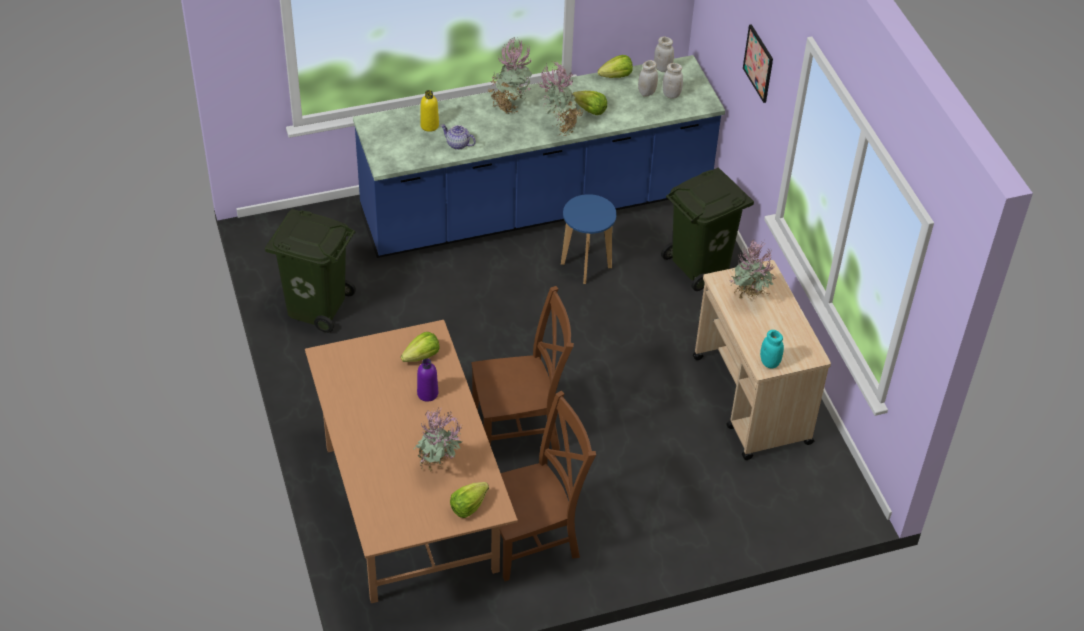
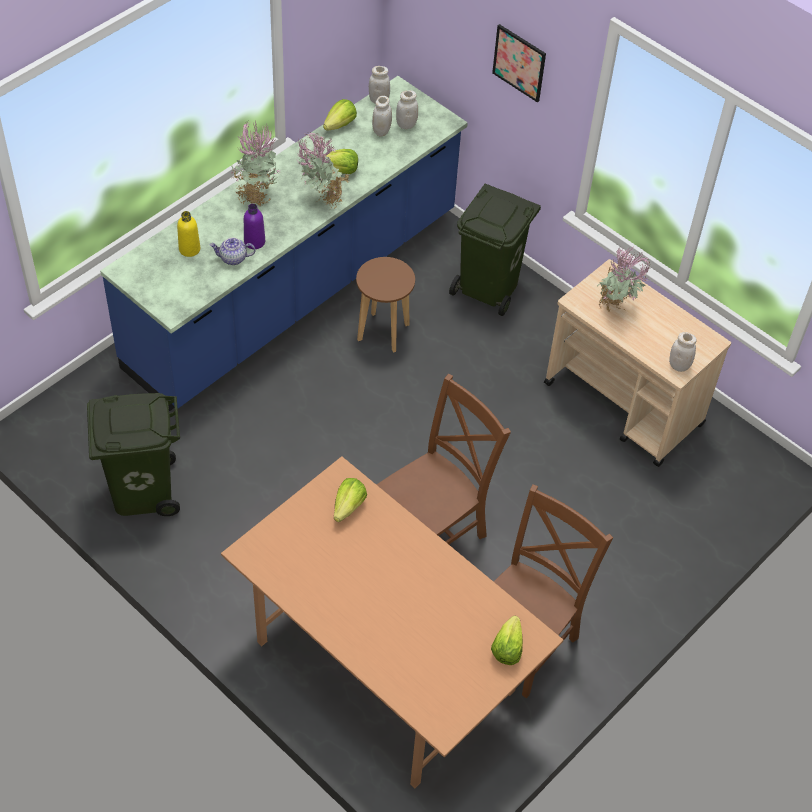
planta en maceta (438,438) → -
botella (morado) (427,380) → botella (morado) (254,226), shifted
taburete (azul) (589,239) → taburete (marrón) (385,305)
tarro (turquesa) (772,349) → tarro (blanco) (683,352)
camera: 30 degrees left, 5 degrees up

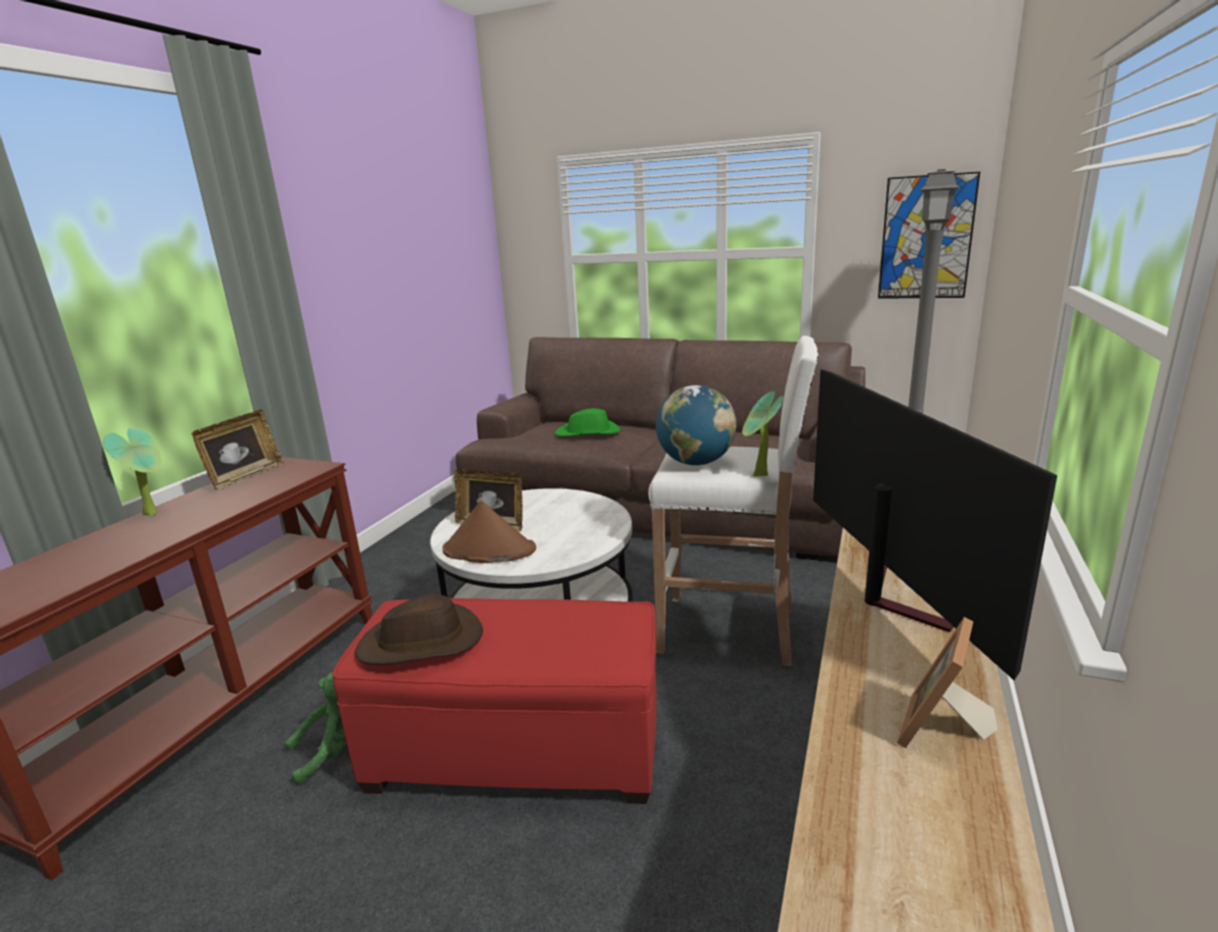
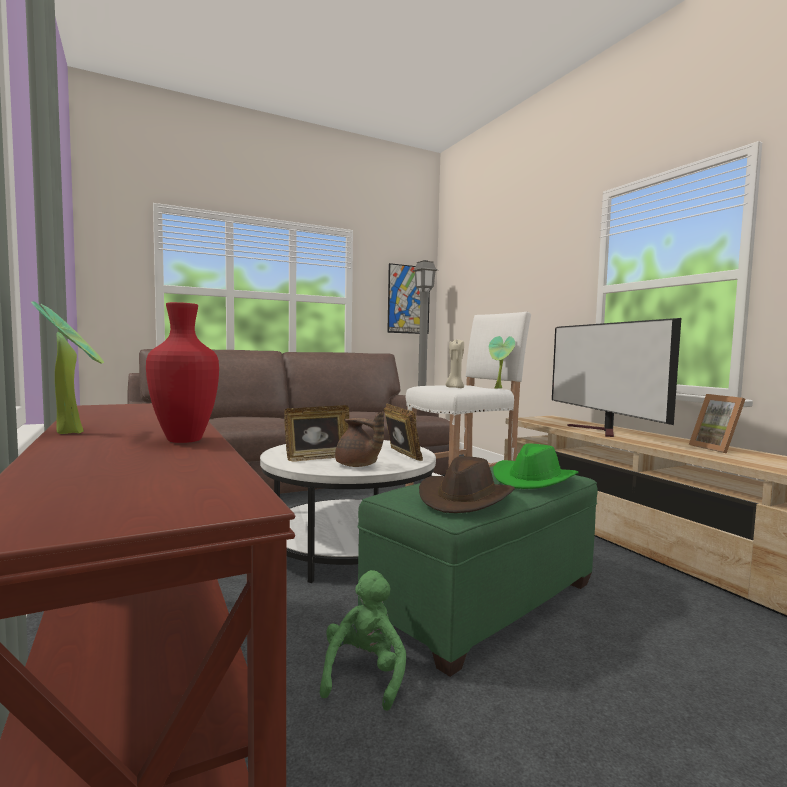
portarretratos (238,450) → portarretratos (403,432), shifted
puf (rojo) (494,701) → puf (verde) (477,571)
sombrero (marrón) (489,532) → tetera (marrón) (359,439)
sombrero (verde) (587,422) → sombrero (verde) (536,466), shifted
globo terráqueo (696,425) → vela (beis) (454,364)
televisor (935,524) → televisor (616,377), 135 degrees counterclockwise
- → florero (rojo) (182,372)
camera: 50 degrees left, 15 degrees down

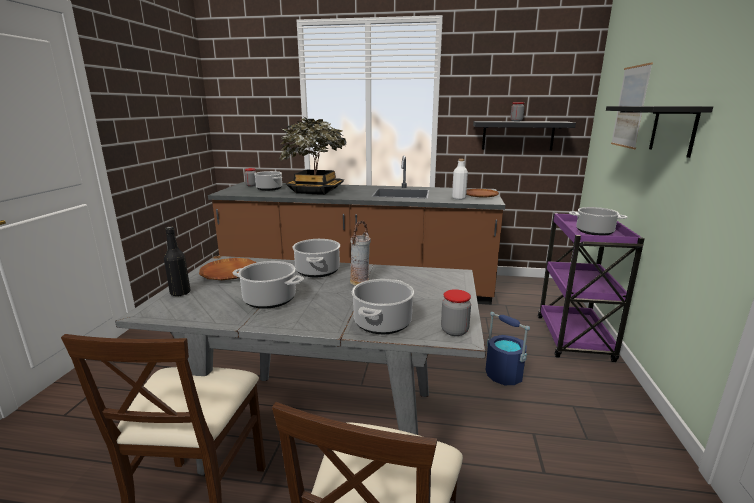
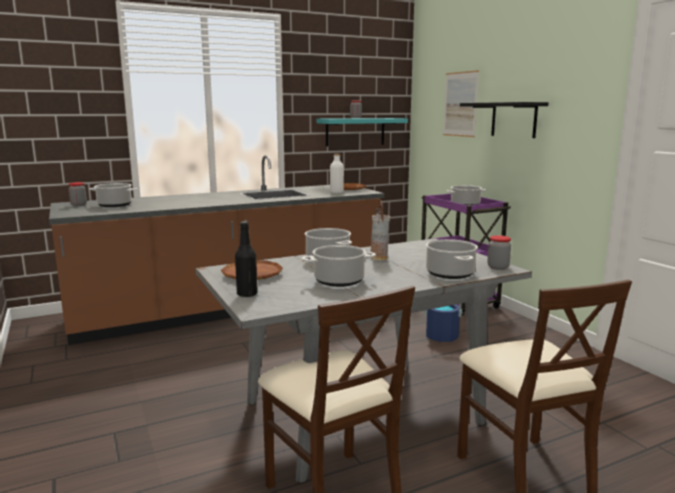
planta en maceta (313,155) → -
estante (negro) (524,136) → estante (turquesa) (362,132)
camera: 35 degrees left, 5 degrees down

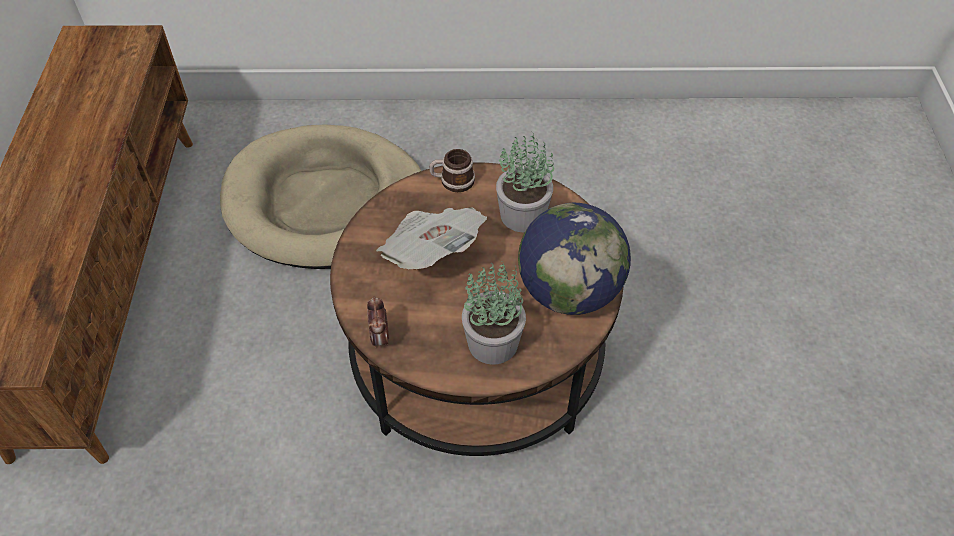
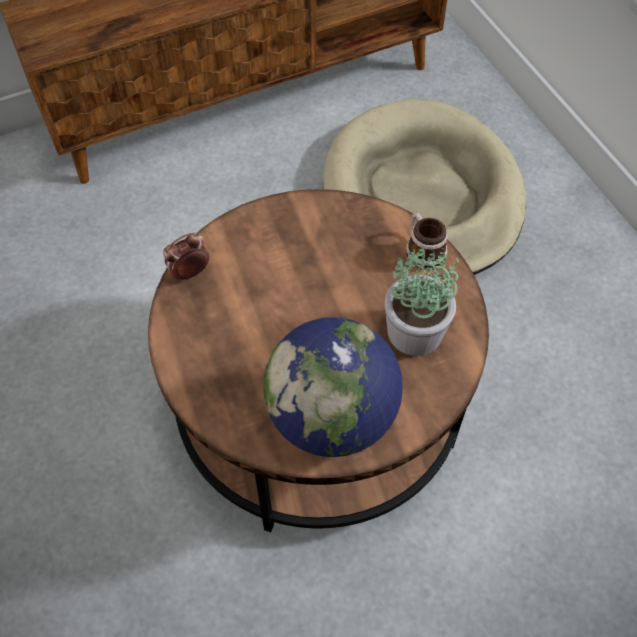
periódico (431,238) → -
planta en maceta (494,313) → -
camera: 65 degrees right, 5 degrees up

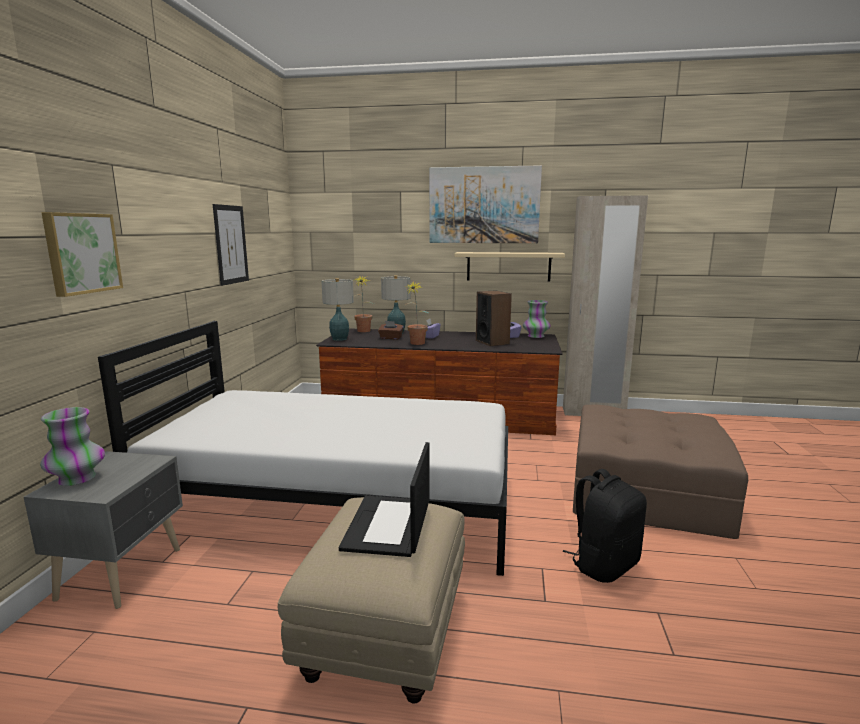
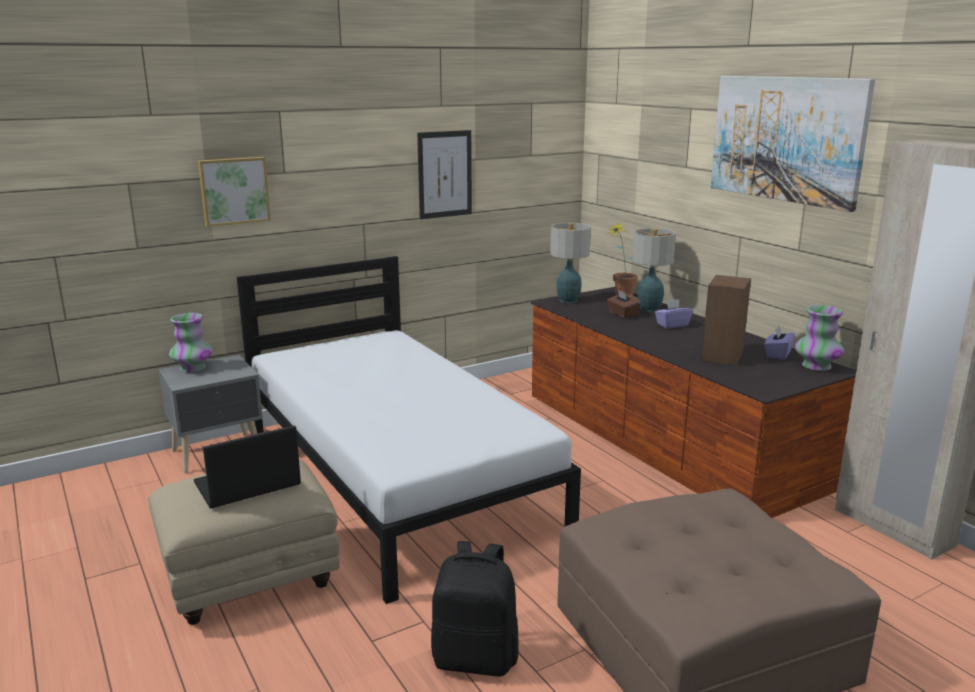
planta en maceta (416,313) → -
estante (beis) (510,267) → -
camera: 50 degrees right, 5 degrees up

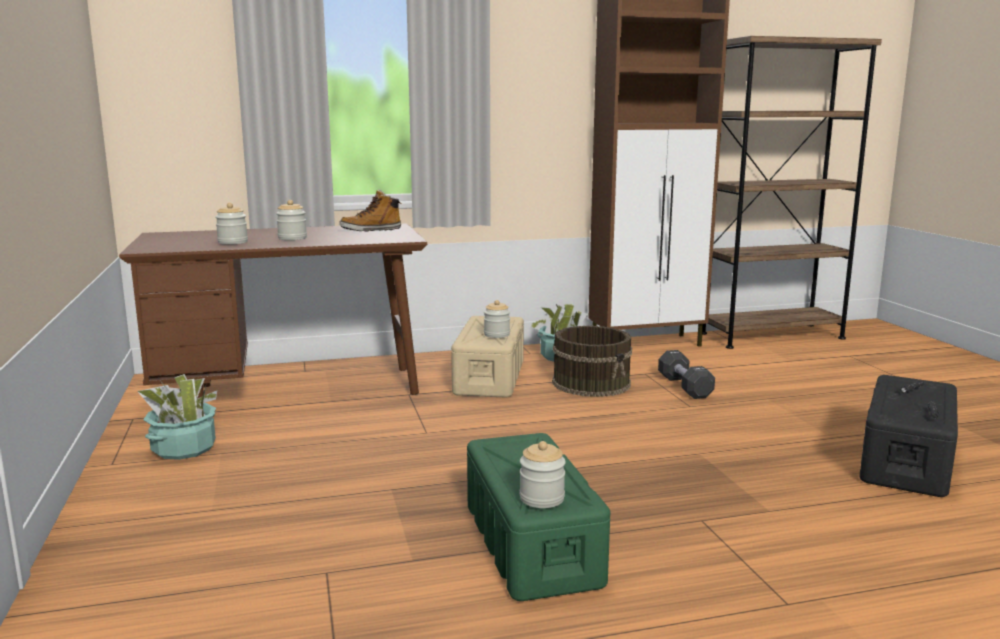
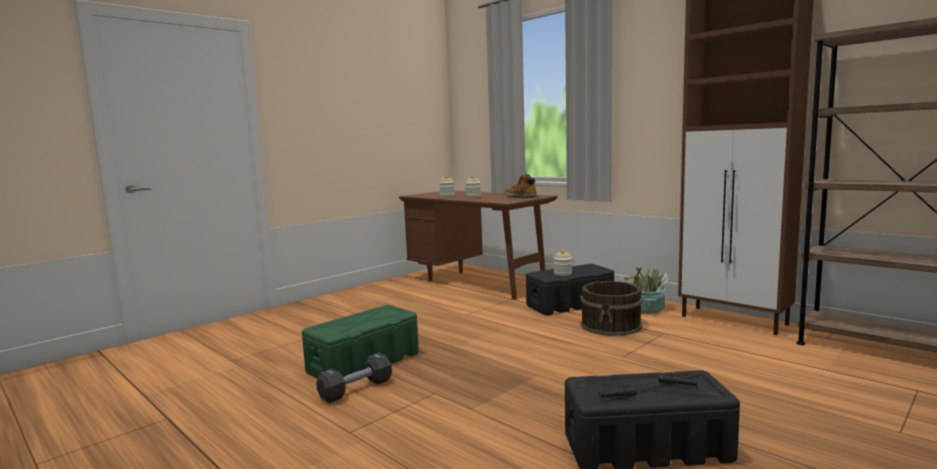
planta en maceta (177,417) → -
caja de almacenaje (beis) (487,357) → caja de almacenaje (negro) (570,289)
tarro (543,474) → -
mancuerna (negro) (686,374) → mancuerna (negro) (354,378), shifted
camera: 60 degrees right, 5 degrees down

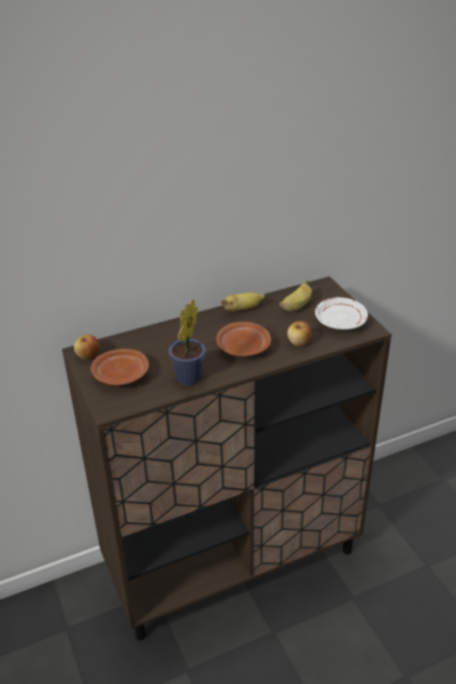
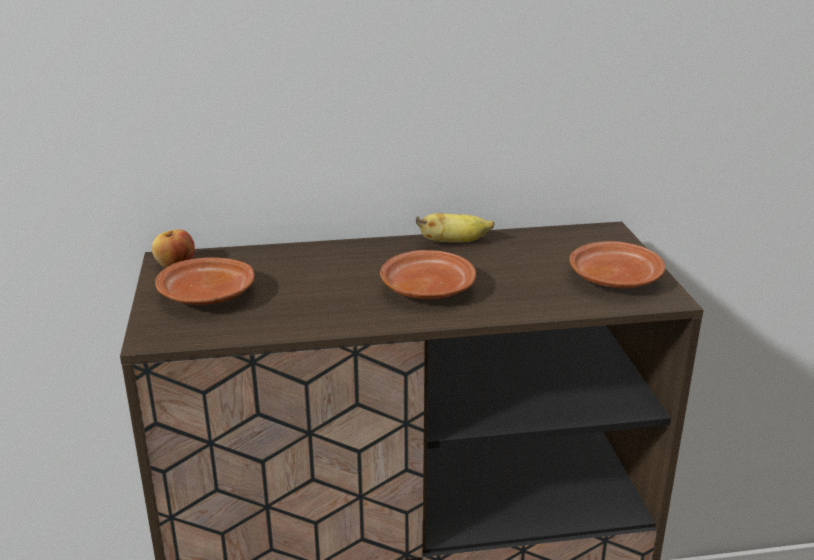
planta en maceta (187,342) → -
plátano (296,295) → -
manzana (299,333) → -
plato (blanco) (341,313) → plato (marrón) (617,265)
camera: 15 degrees right, 10 degrees down

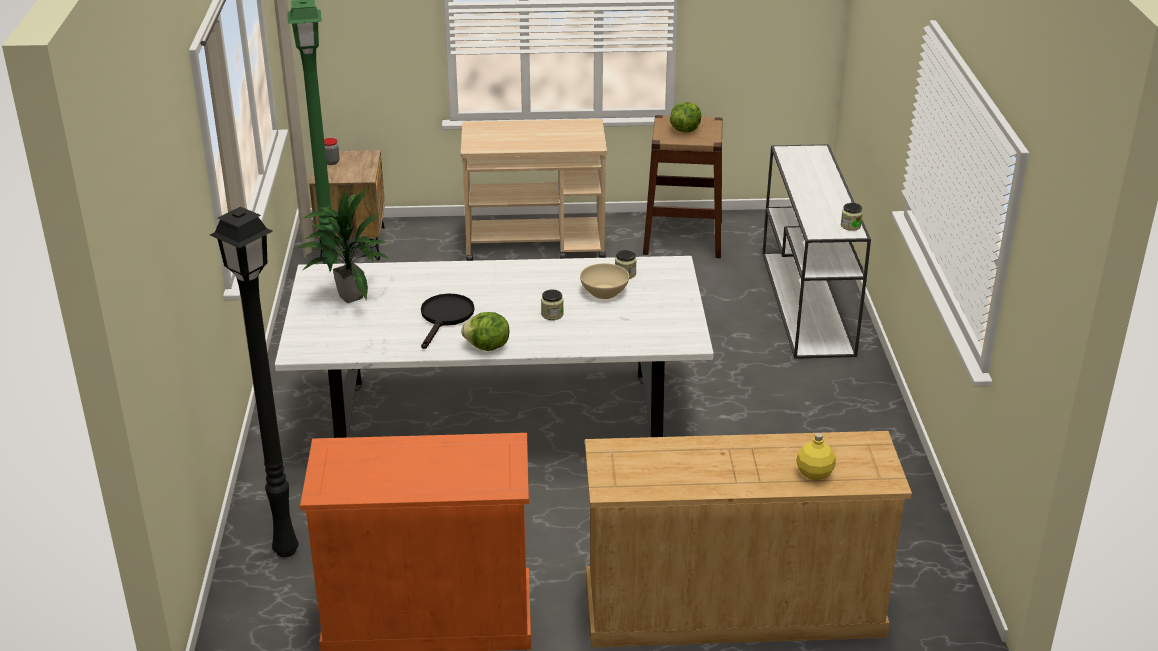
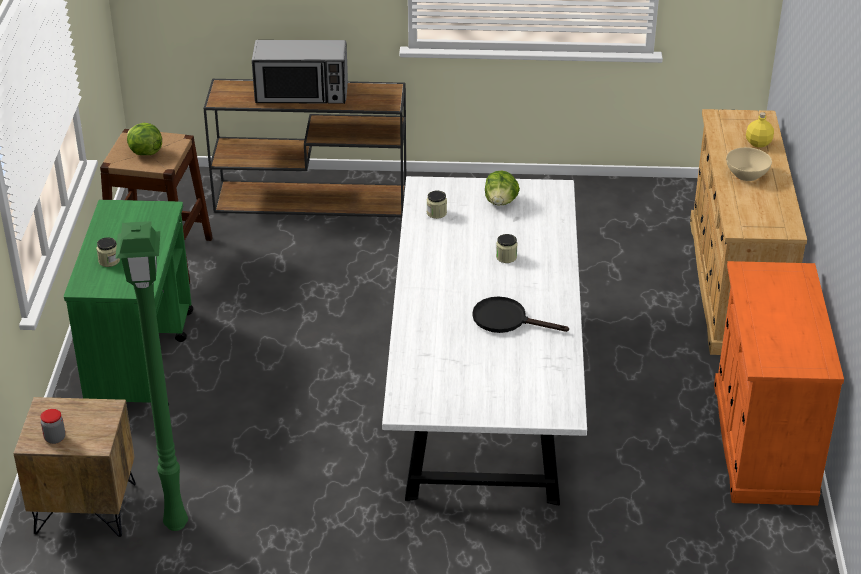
lámpara de pie (negro) (254,382) → -
planta en maceta (341,245) → -
carrito (beis) (534,190) → carrito (verde) (128,302)
lechuga (485,331) → lechuga (502,188), shifted
cuenco (beis) (604,281) → cuenco (beis) (749,164), shifted
mesa consola (blanco) (817,251) → mesa consola (marrón) (305,148)
tarro (852,217) → tarro (108,252), shifted
- → microondas (300,72)
camera: 85 degrees left, 5 degrees up

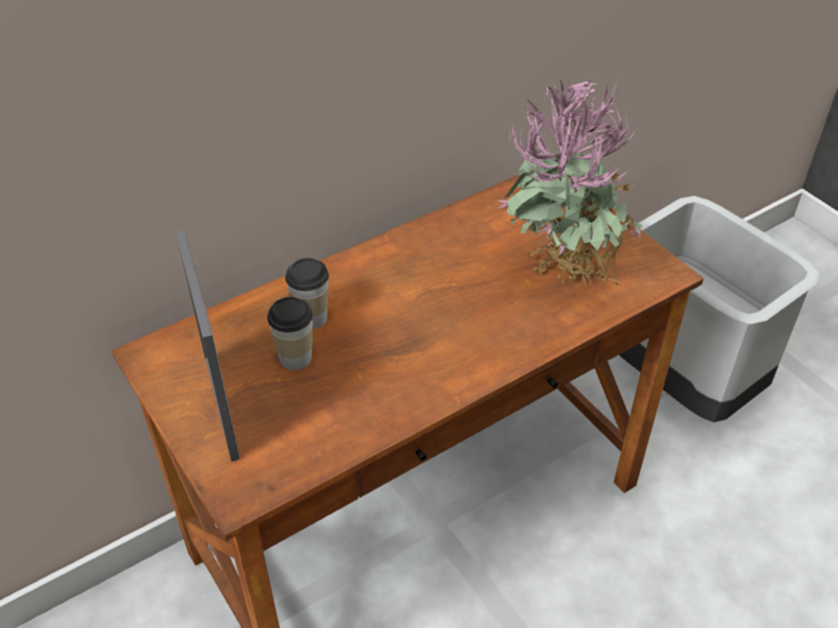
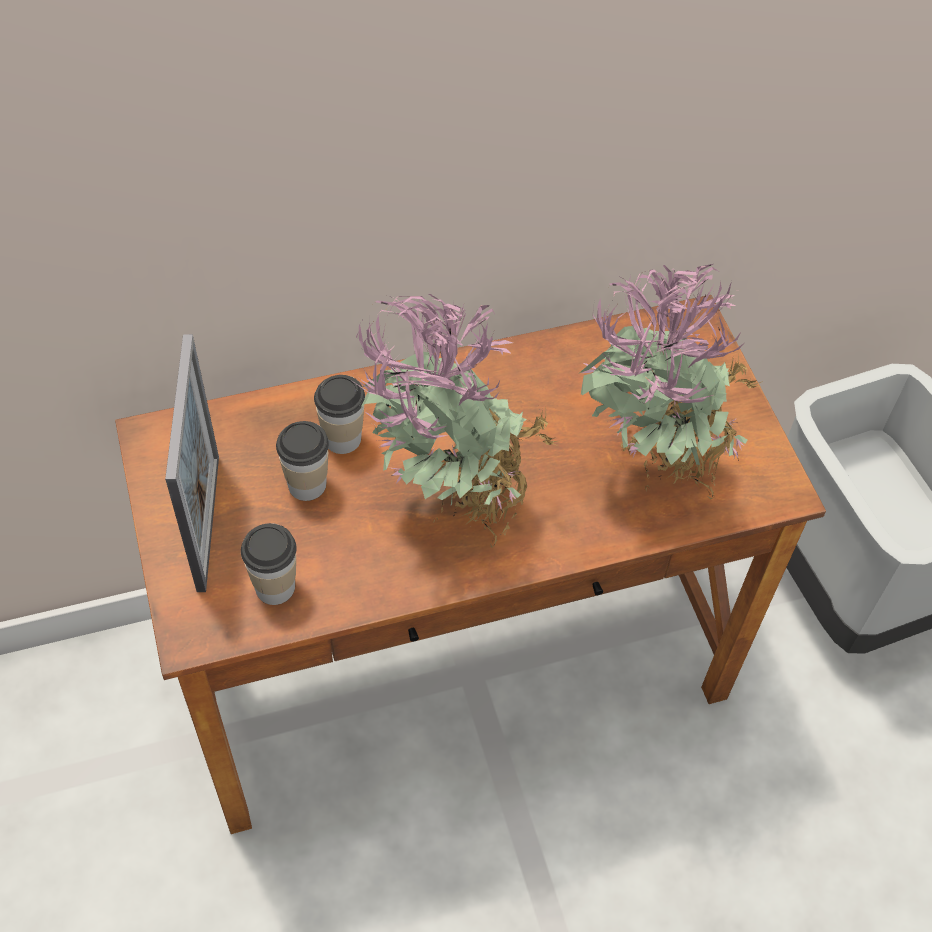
- → taza (269,564)
- → planta en maceta (456,420)
camera: 15 degrees right, 10 degrees up

